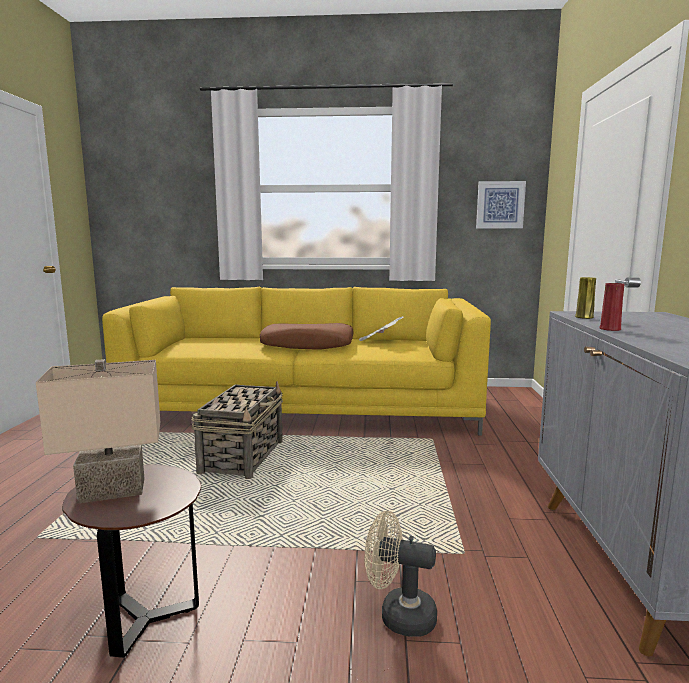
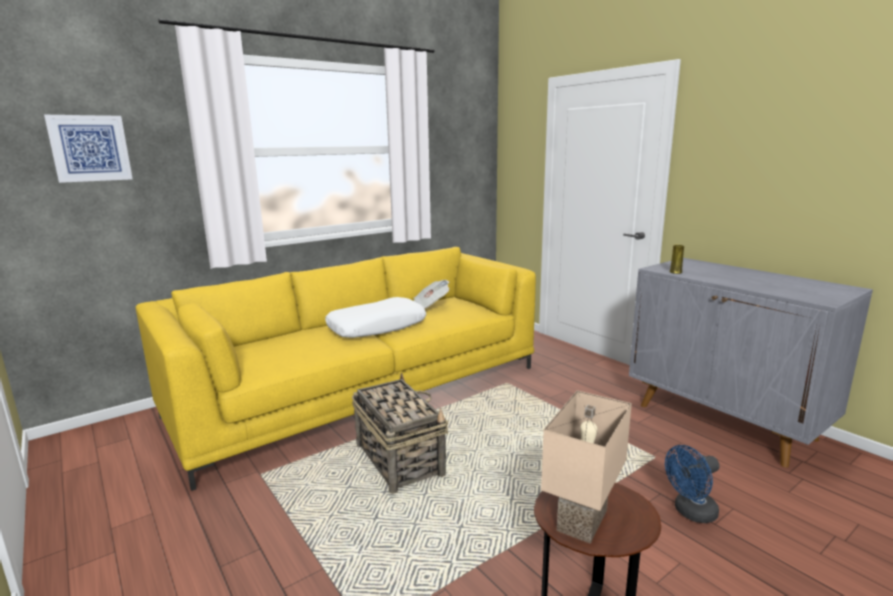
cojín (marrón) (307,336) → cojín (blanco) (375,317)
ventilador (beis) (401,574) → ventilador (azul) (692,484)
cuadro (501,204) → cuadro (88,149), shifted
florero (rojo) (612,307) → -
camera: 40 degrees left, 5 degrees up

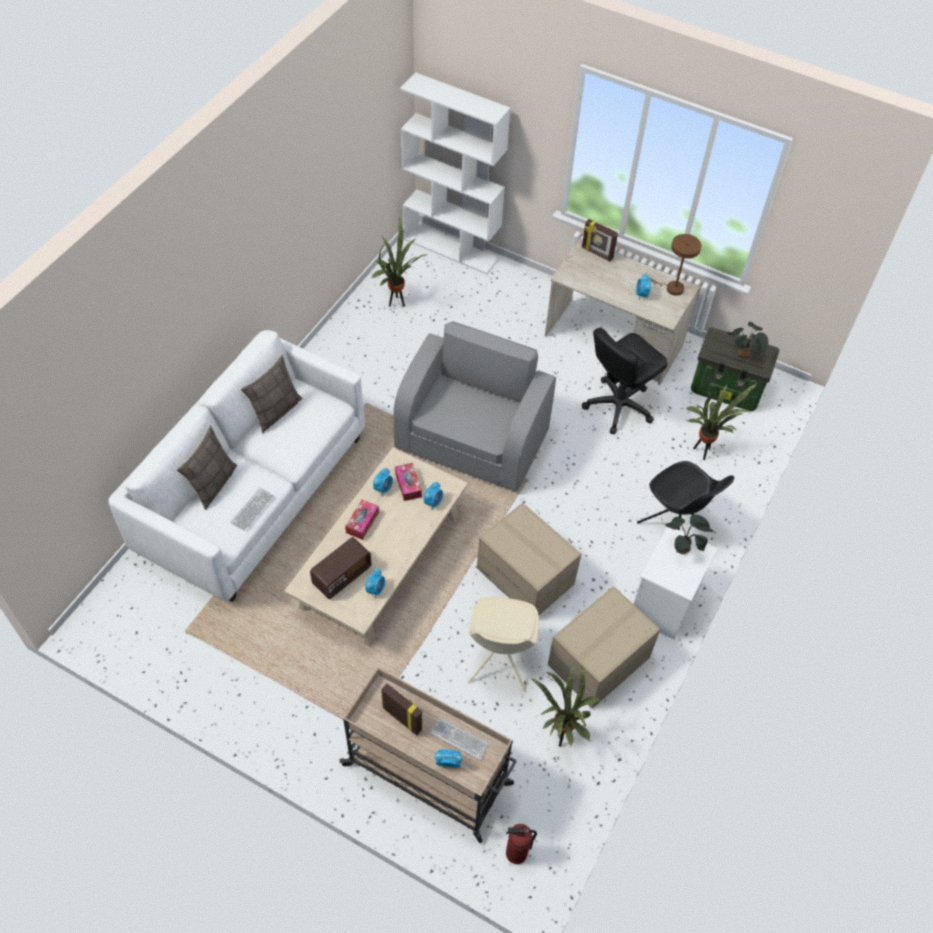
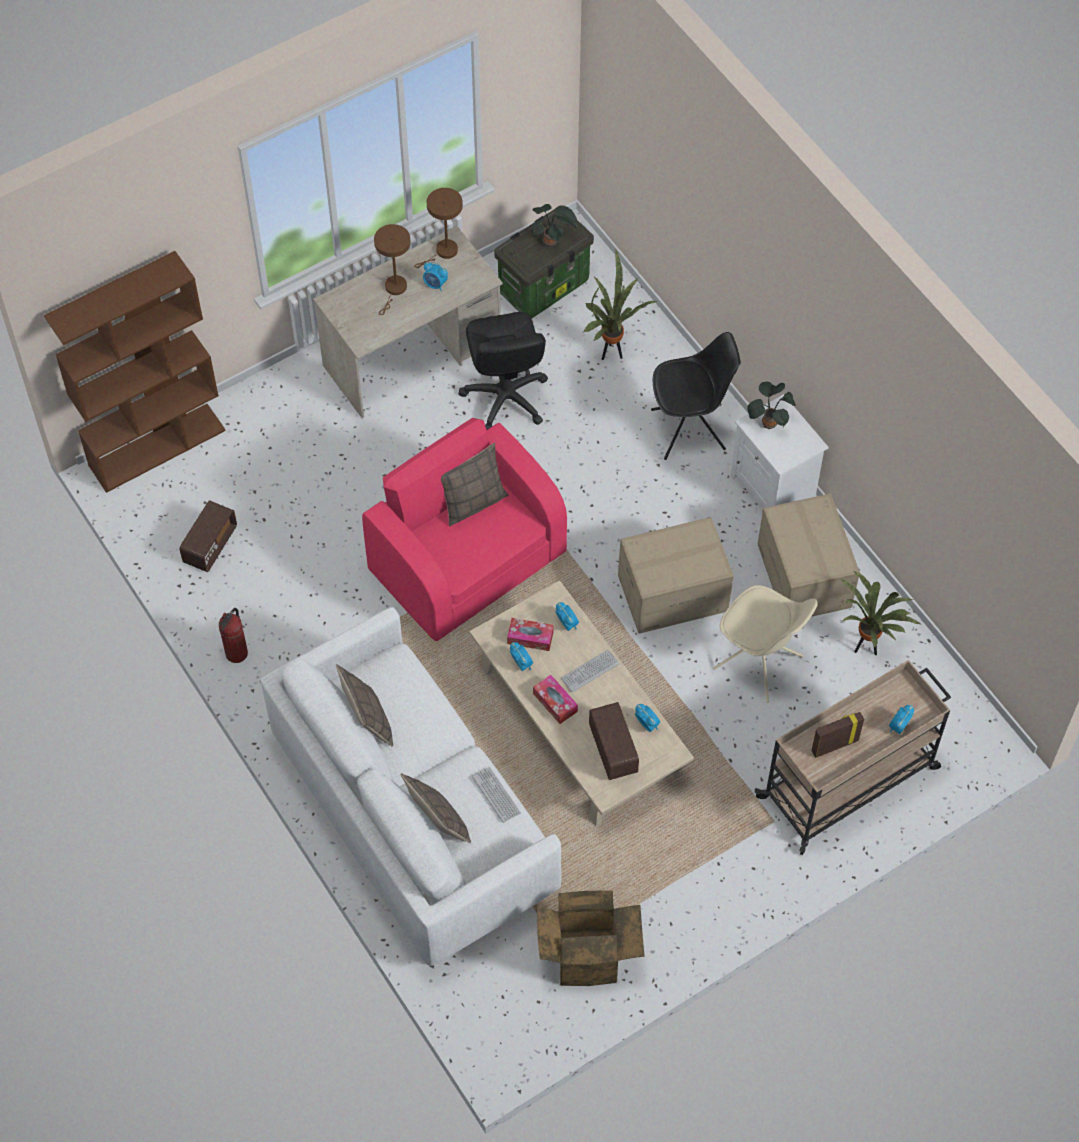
planta en maceta (399,262) → radio (208,536)
sillón (gris) (474,406) → sillón (rosa) (464,529)
estantería (blanco) (455,173) → estantería (marrón) (135,372)
teclado (459,739) → teclado (589,671), shifted
extintor (521,844) → extintor (233,635), shifted
portarretratos (600,240) → -
- → lámpara de mesa (marrón) (392,269)
- → cojín (474,484)
- → caja de cartón (591,938)
camera: 60 degrees left, 5 degrees up

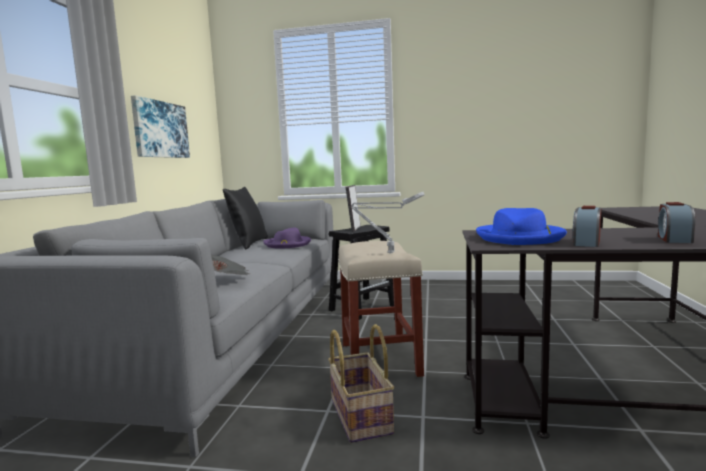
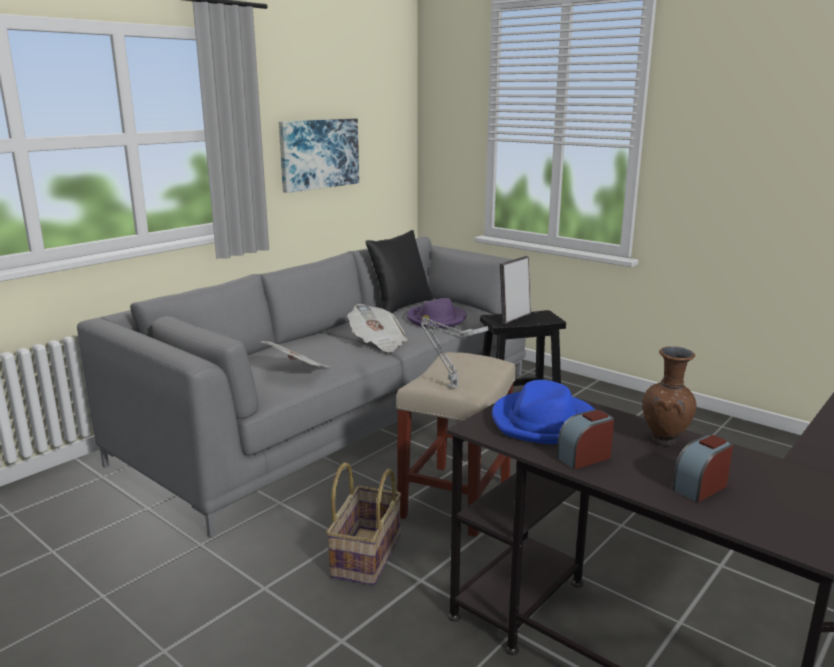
- → periódico (377,328)
- → florero (marrón) (670,396)
camera: 30 degrees right, 10 degrees up

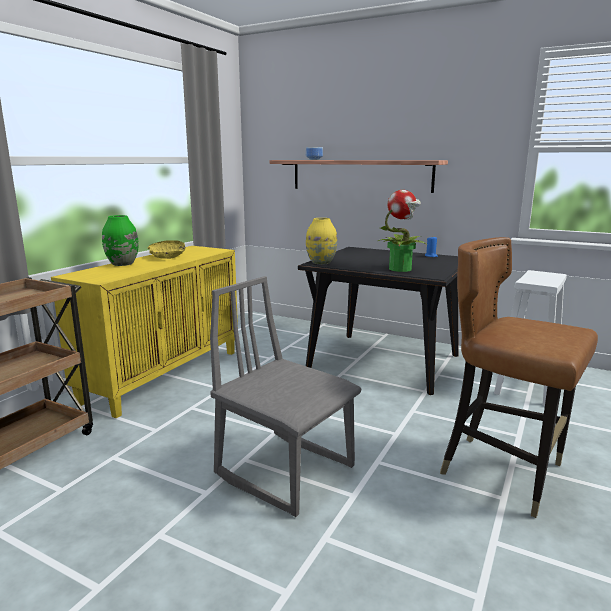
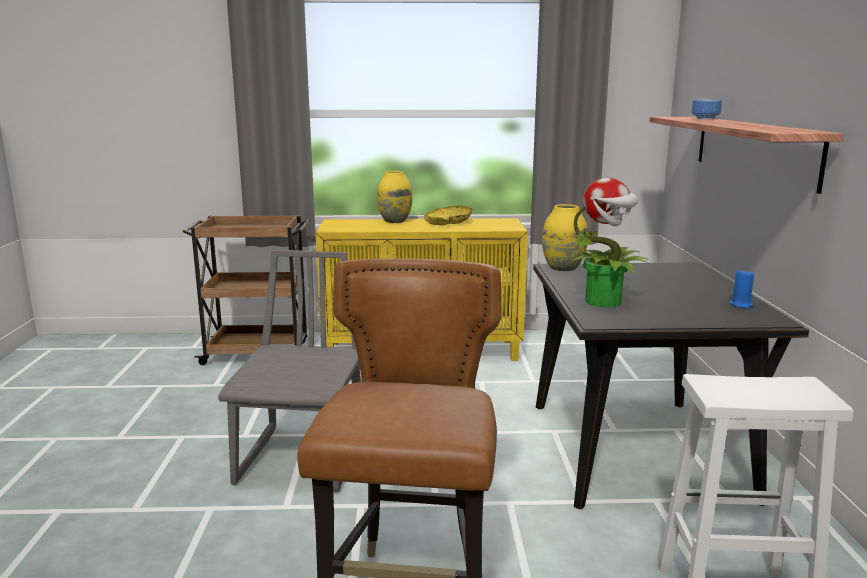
florero (verde) (120,240) → florero (amarillo) (394,197)
camera: 60 degrees right, 0 degrees up

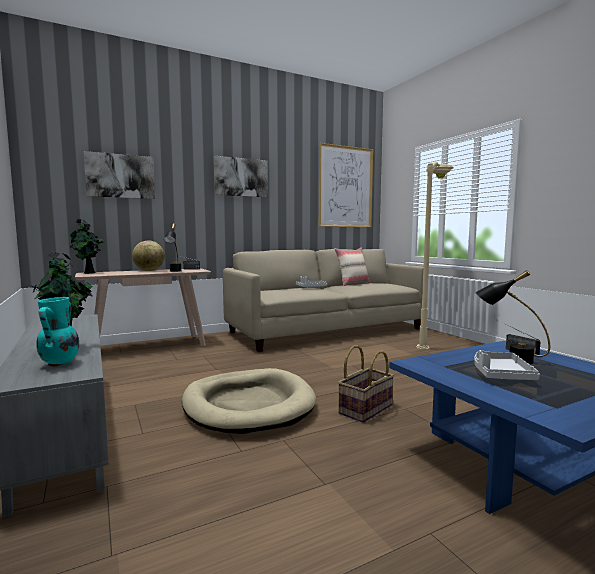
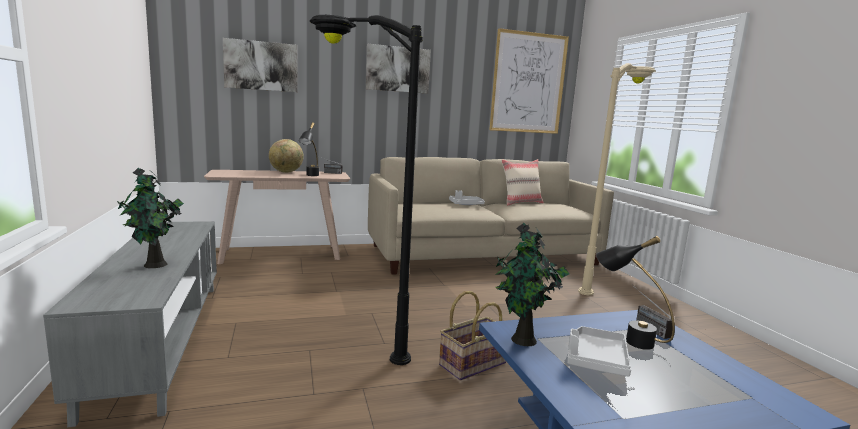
florero (turquesa) (58,332) → -
planta en maceta (86,246) → planta en maceta (532,284), shifted
cama para perro (beis) (249,401) → lámpara de pie (negro) (366,190)
camera: 10 degrees right, 5 degrees up

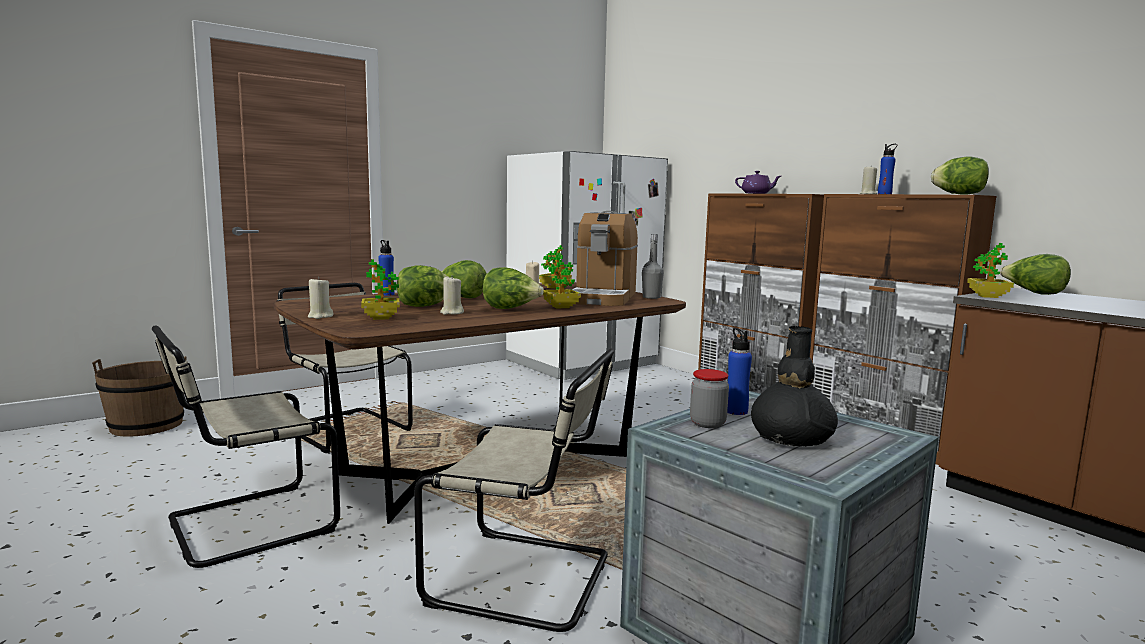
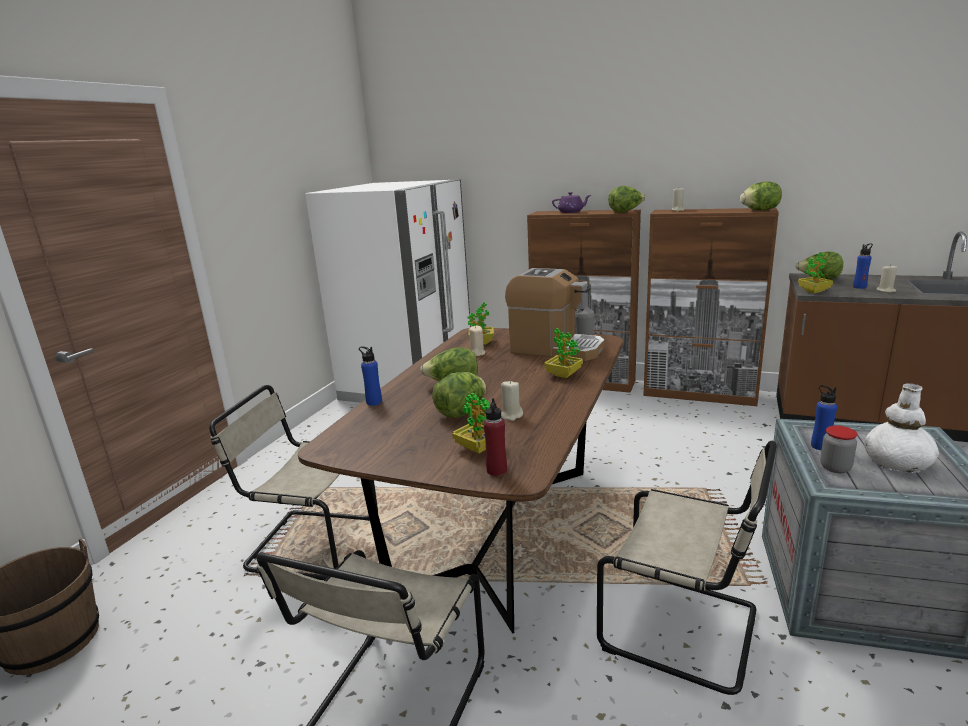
vela (beis) (321,298) → vela (beis) (887,278), shifted
silla (beis) (514,490) → silla (beis) (687,568), 45 degrees clockwise
lechuga (513,288) → lechuga (627,199), shifted
cafetera (605,258) → cafetera (555,314), 45 degrees counterclockwise
florero (negro) (794,386) → florero (blanco) (901,428)
botella (azul) (888,169) → botella (azul) (863,266), shifted
- → botella (rojo) (495,437)
camera: 30 degrees left, 10 degrees up

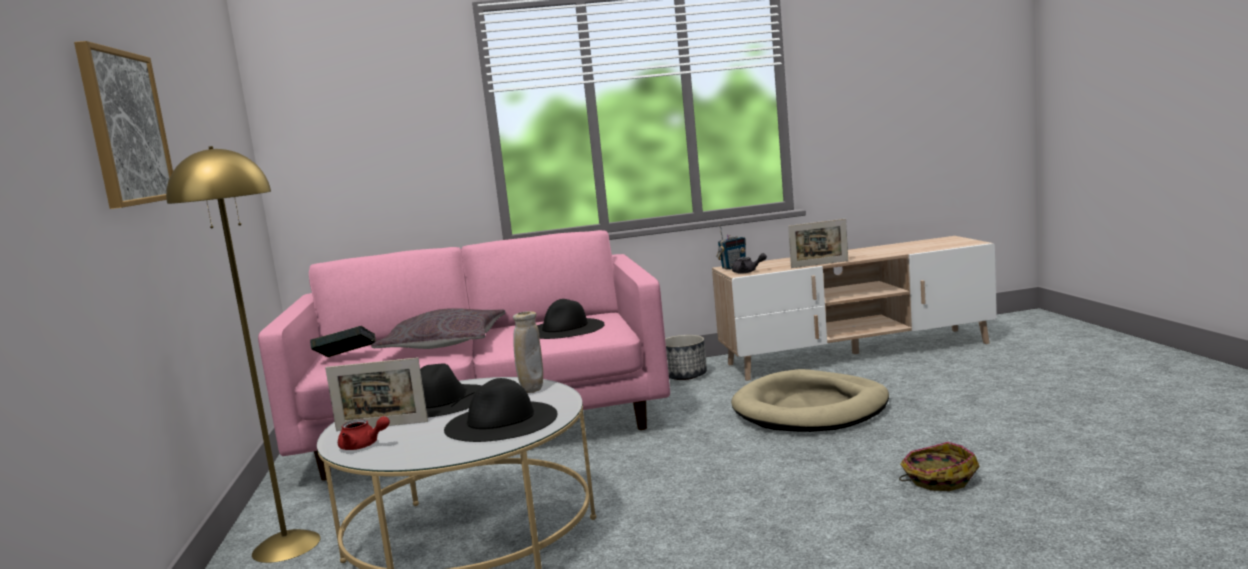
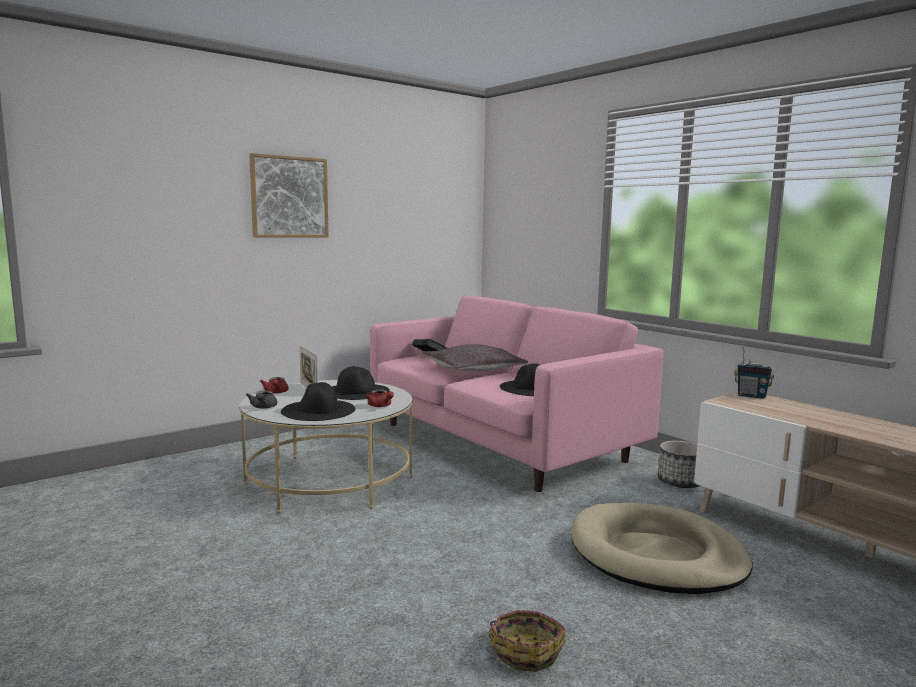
lámpara de pie (amarillo) (243,354) → -
florero (beis) (528,352) → tetera (rojo) (380,398)
tetera (gris) (749,263) → tetera (gris) (261,400), shifted
portarretratos (818,243) → -
camera: 60 degrees right, 0 degrees up

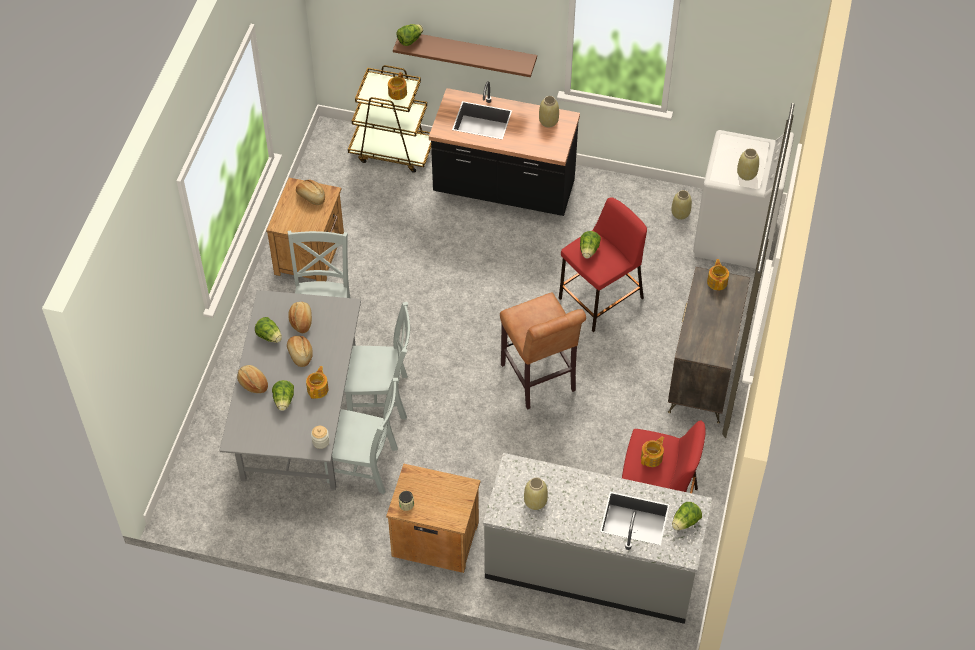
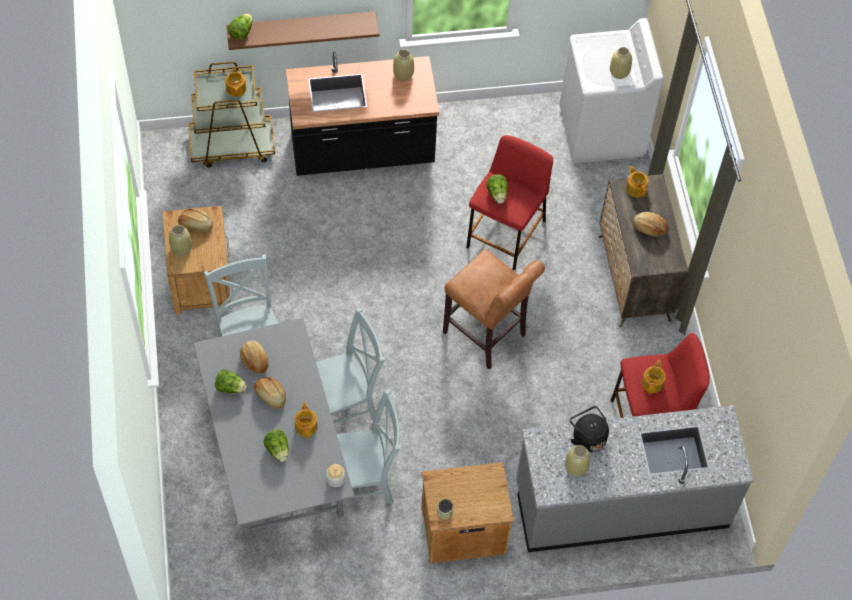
pan (252,379) → pan (650,224), shifted
florero (beis) (681,205) → florero (beis) (180,240), shifted
lechuga (687,516) → -
- → hervidor (negro) (589,429)
camera: 25 degrees left, 5 degrees up

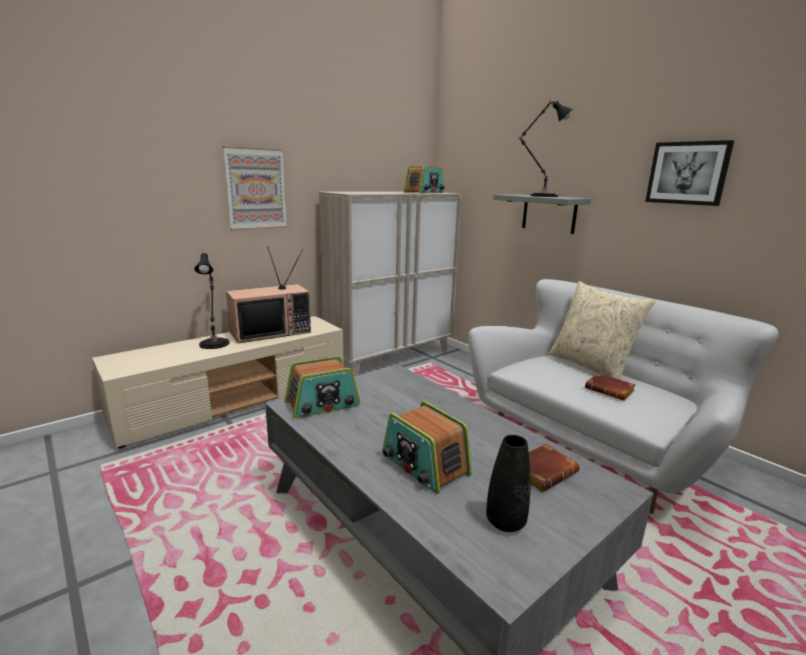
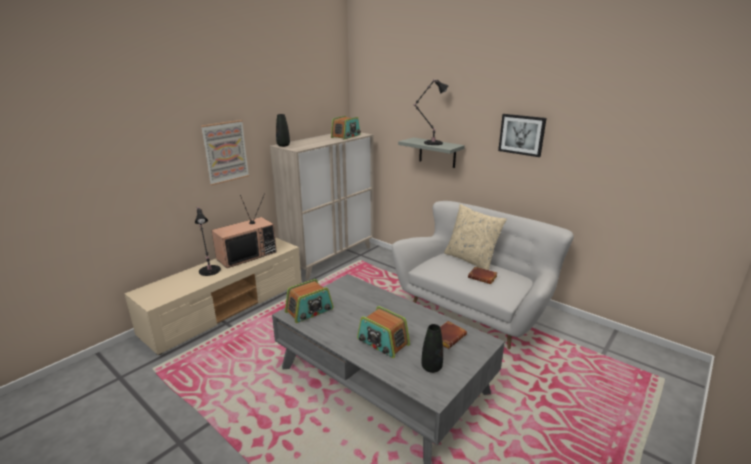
- → florero (negro) (283,130)
camera: 10 degrees left, 5 degrees up

